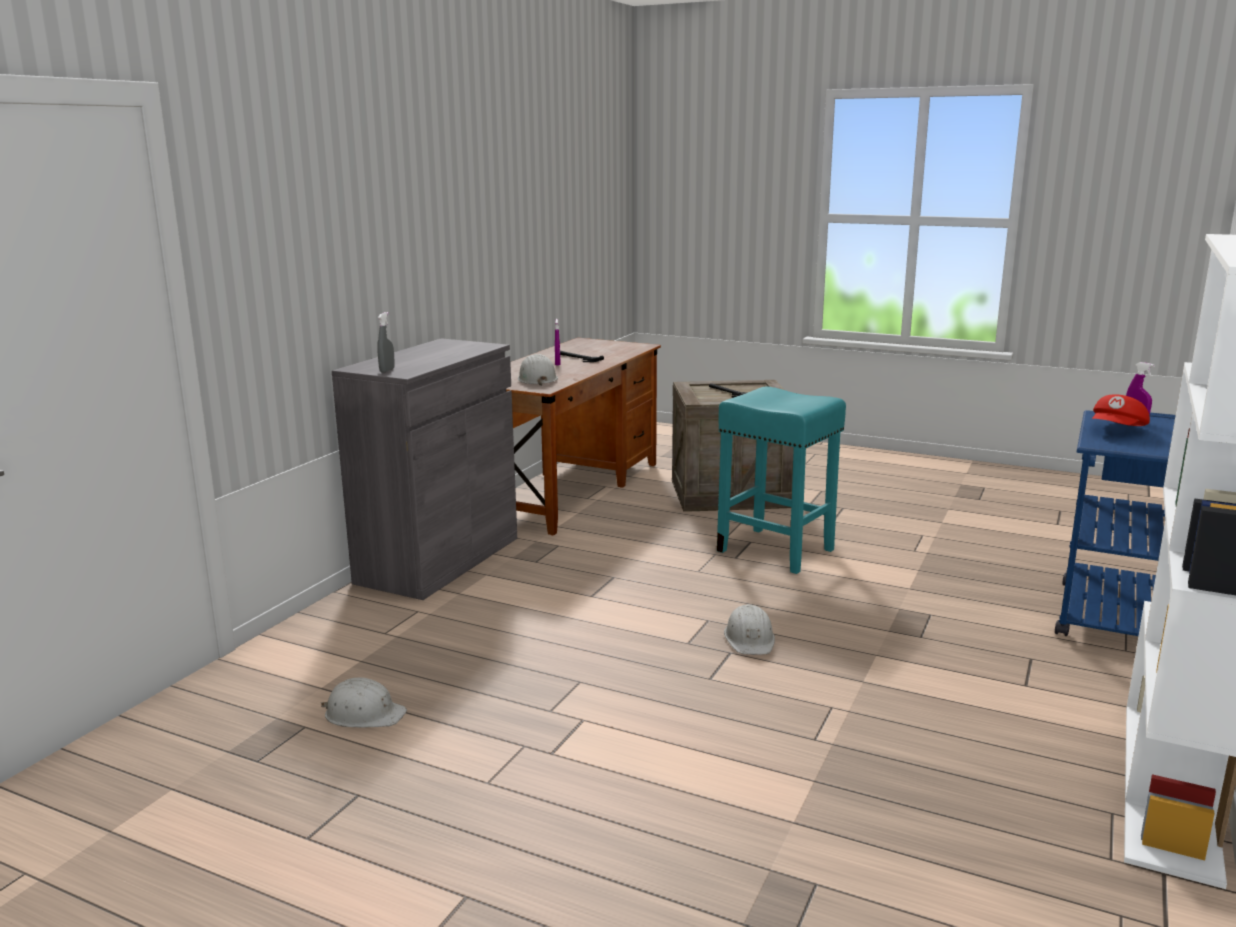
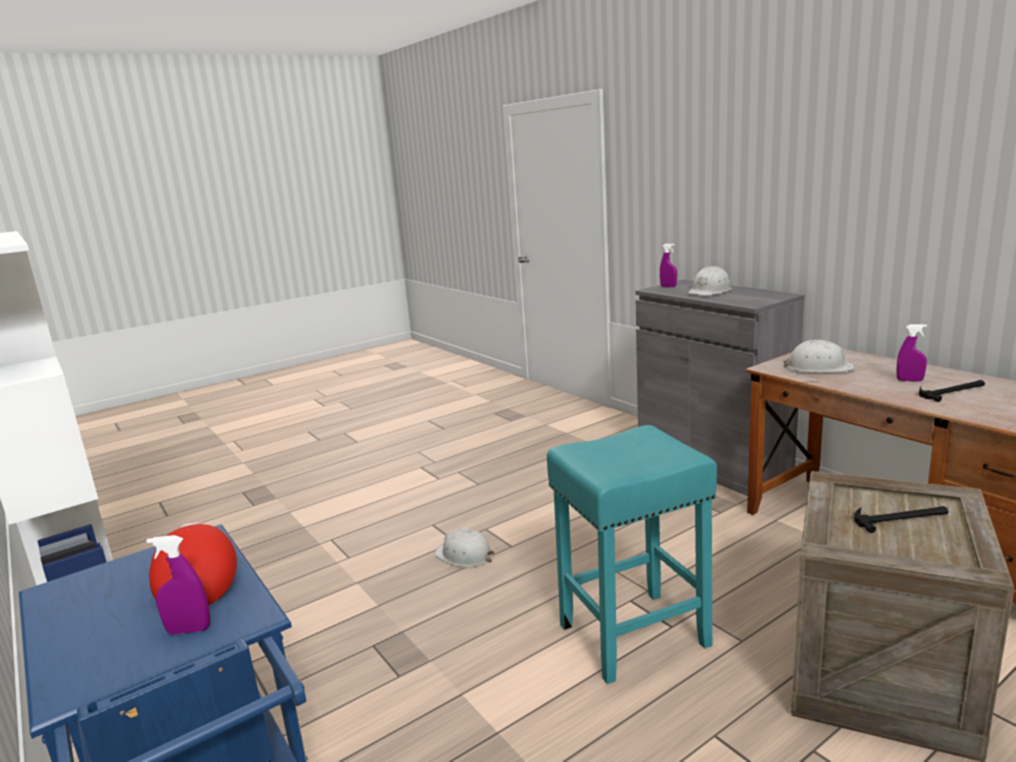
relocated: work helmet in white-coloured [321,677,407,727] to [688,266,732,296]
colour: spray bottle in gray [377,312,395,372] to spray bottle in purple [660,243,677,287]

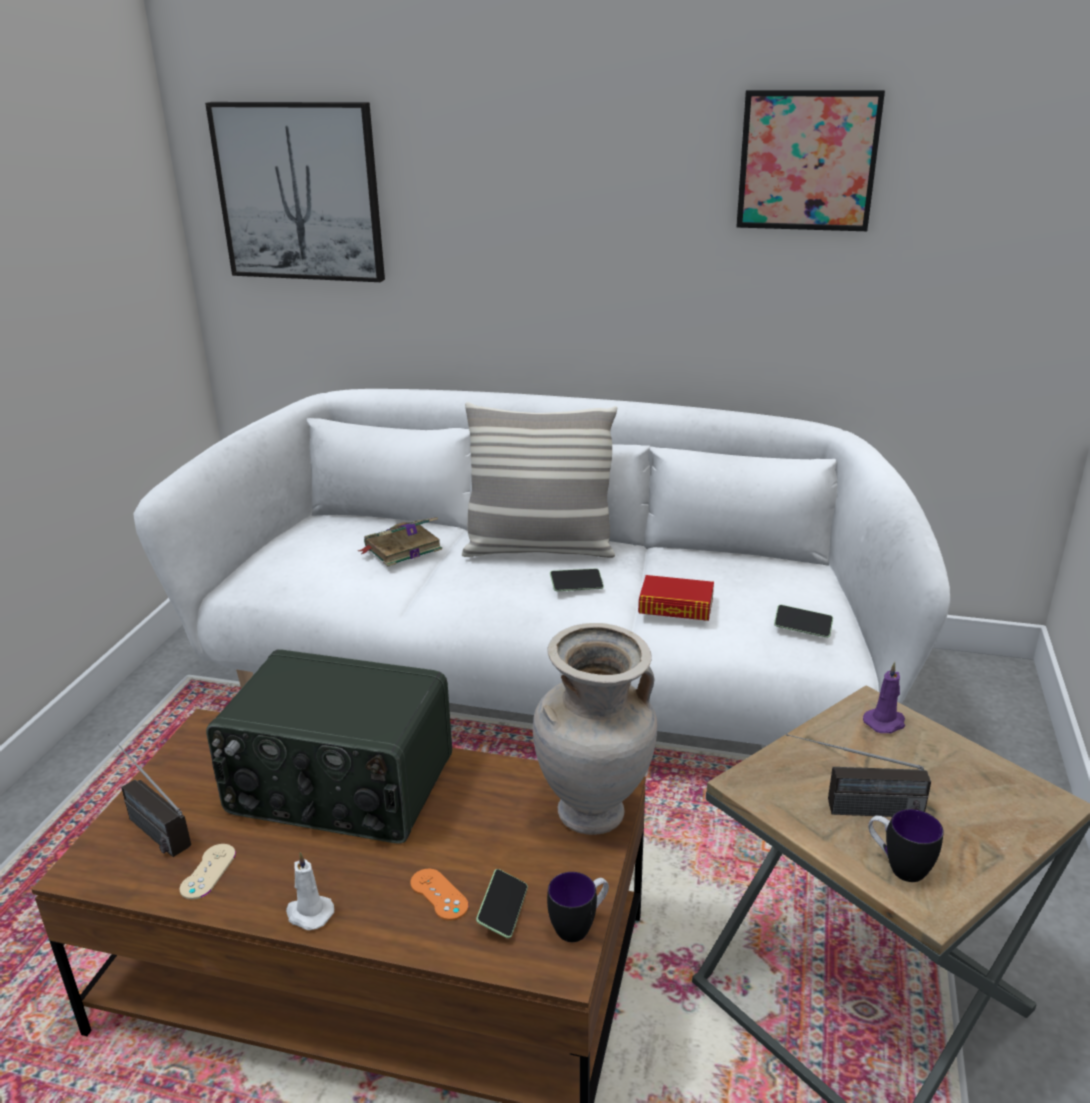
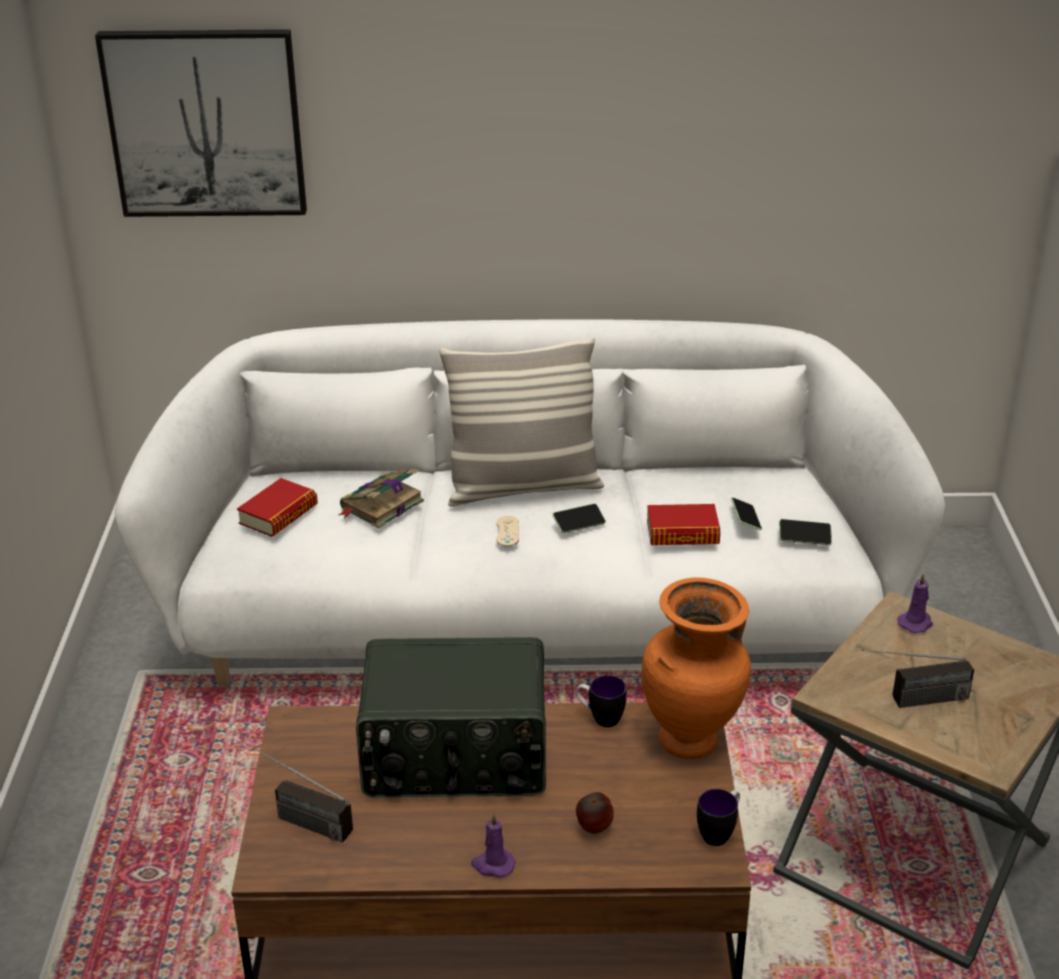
missing: wall art [736,90,885,231]
appeared: volume [237,478,318,537]
relocated: gamepad in sand-coloured [179,844,236,900] to [496,516,519,546]; phone [476,869,528,938] to [731,498,762,530]; tea mug [868,809,944,882] to [576,675,626,727]
exchanged: gamepad in orange [410,869,469,921] to apple fruit [576,792,614,834]
colour: candle in white-coloured [286,852,334,930] to candle in purple [471,813,516,878]; flower vase in sand-coloured [533,623,657,835] to flower vase in orange [642,577,751,759]

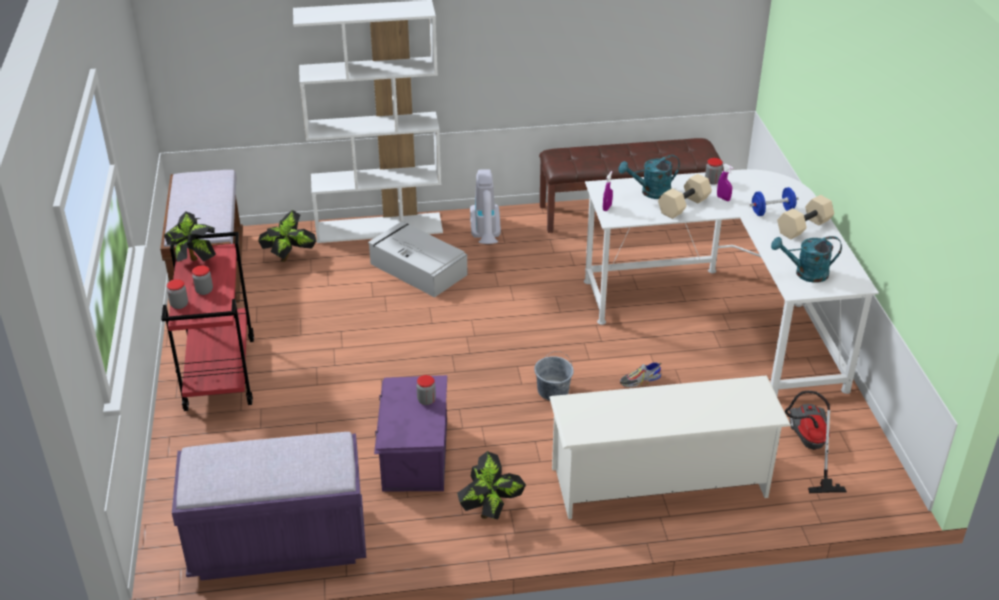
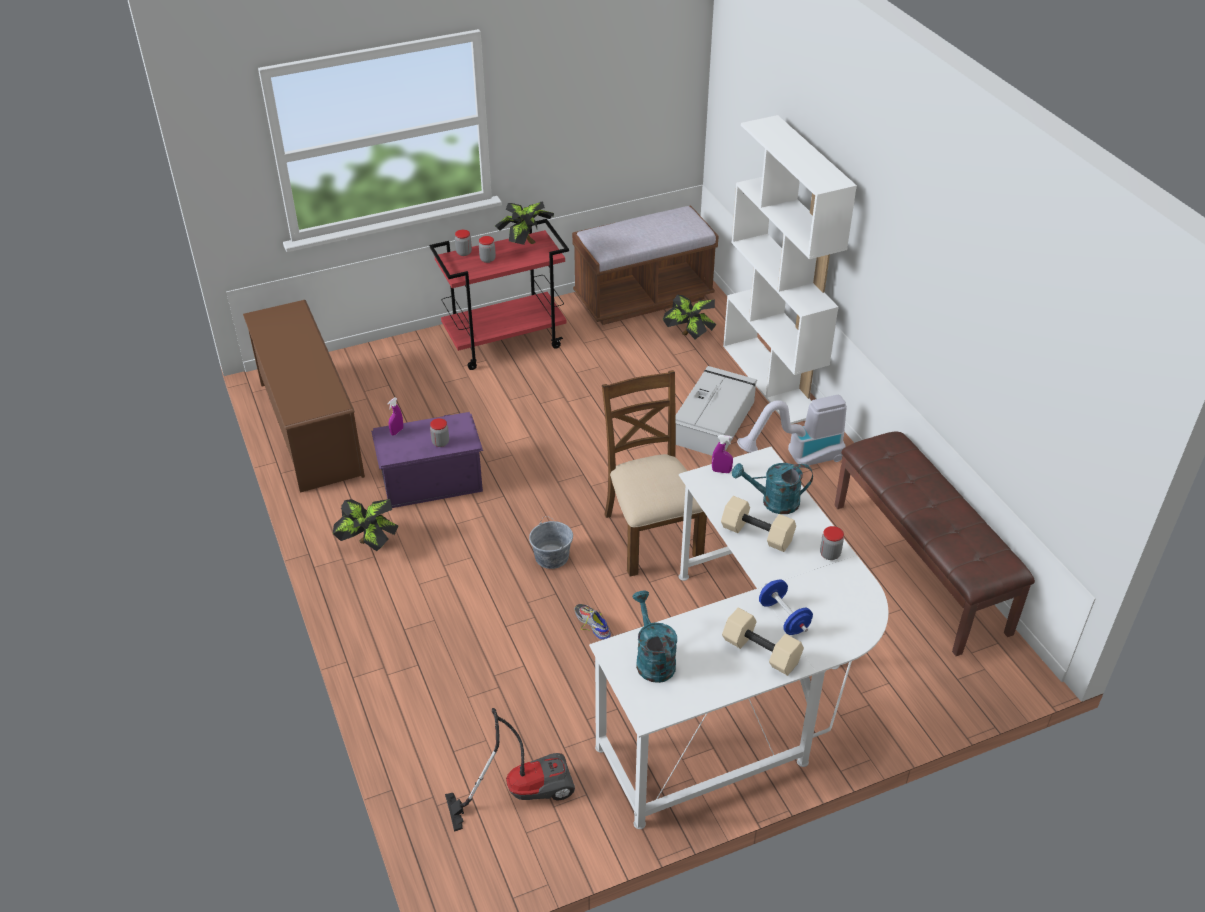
missing: shoe rack in white-coloured [549,376,791,519]
appeared: plain chair in brown-coloured [602,370,707,577]
relocated: spray bottle in purple [717,164,733,201] to [387,398,403,436]
exchanged: indoor bench in purple [172,432,366,581] to shoe rack in brown-coloured [243,300,365,493]
spun: watering can in turquoise-coloured [618,155,680,199] = [732,463,813,514] 60 degrees counterclockwise

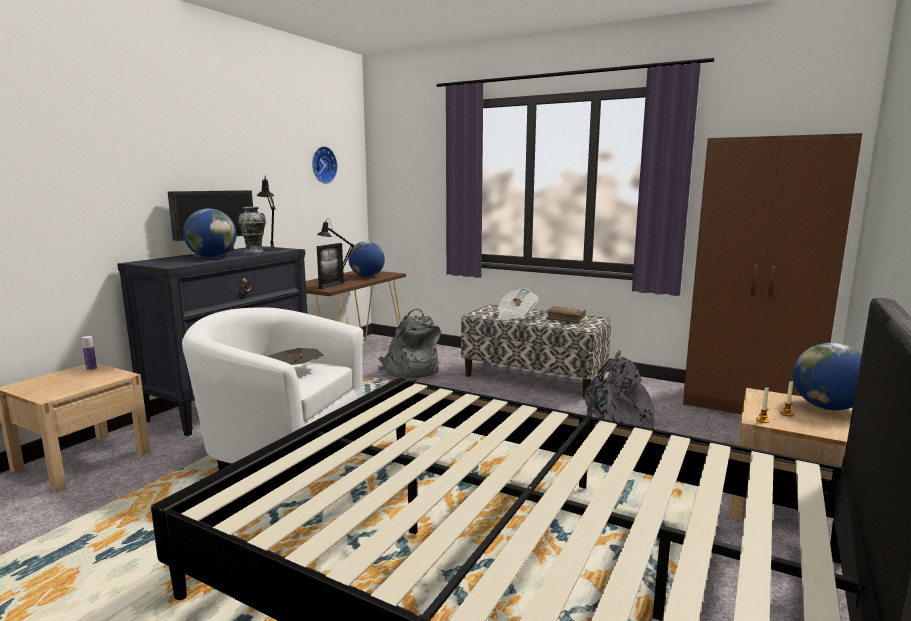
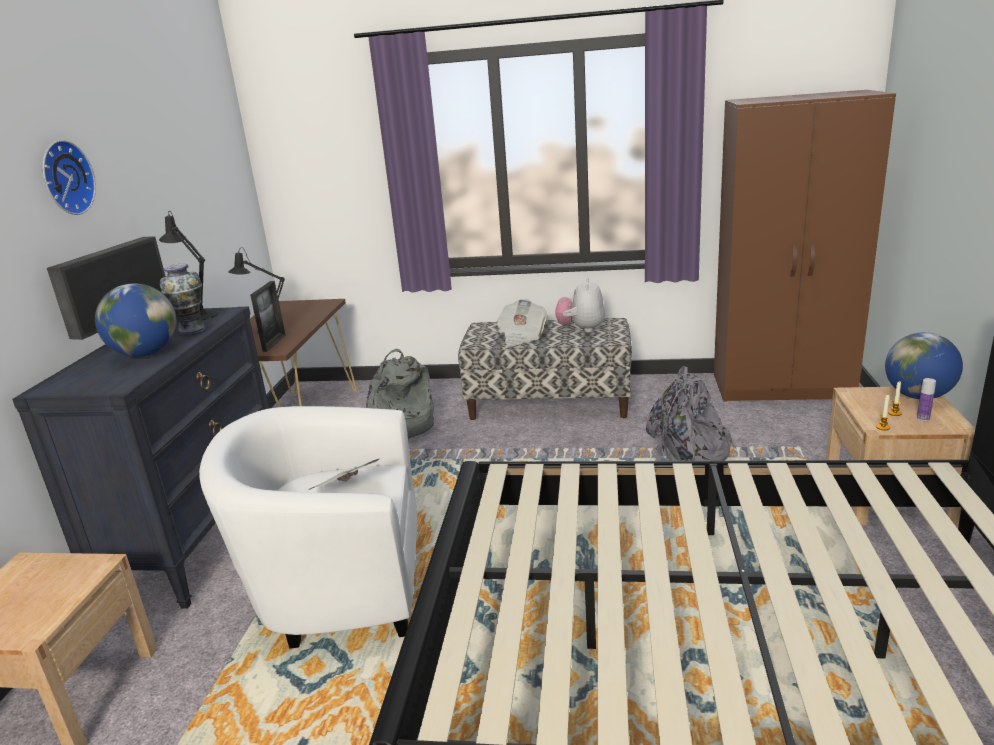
missing: desk globe [349,241,385,277]
relocated: drink bottle [82,336,97,370] to [917,378,936,421]; wall clock [312,146,337,184] to [43,140,96,215]
exchanged: volume in brown-coloured [546,306,586,323] to soft toy [555,278,605,332]

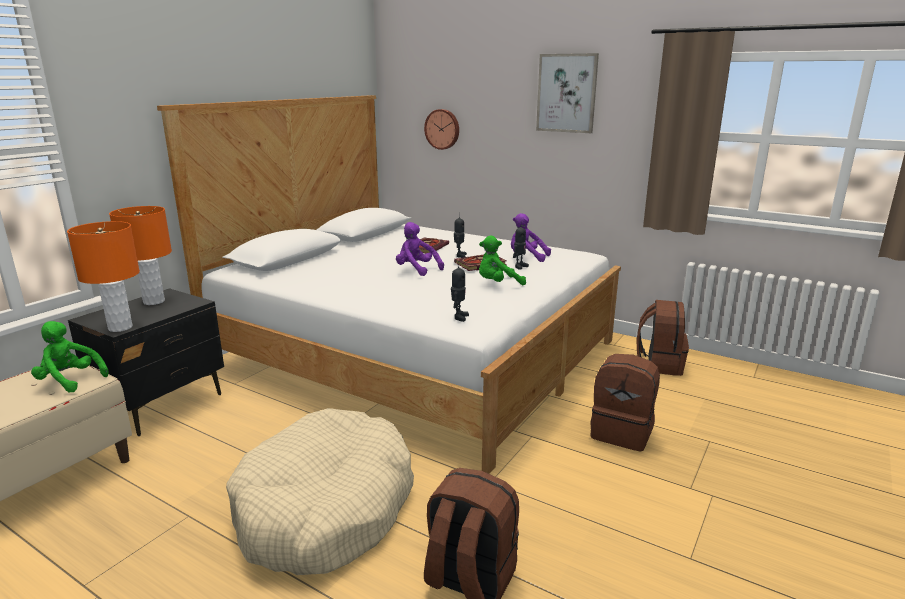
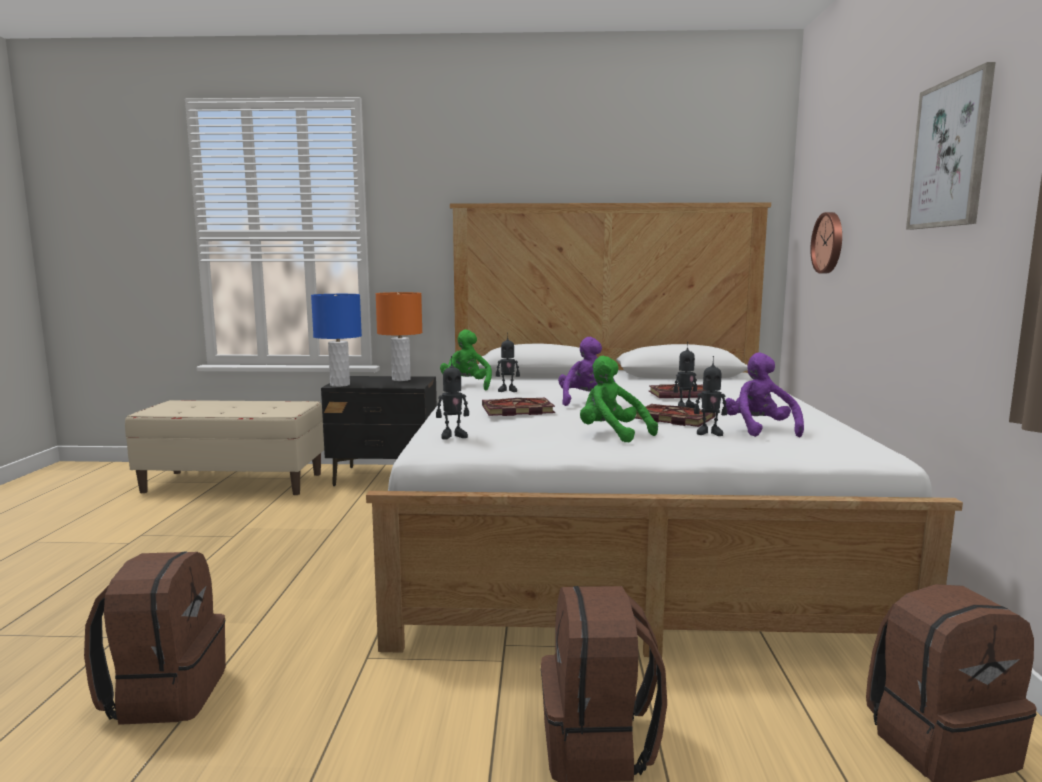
missing: dog bed in sand-coloured [226,408,414,575]
appeared: volume [482,398,555,416]; toy robot [496,332,520,392]
relocated: soft toy in greenish [31,321,109,393] to [440,329,492,391]
colour: tabletop lamp in orange [67,221,140,332] to tabletop lamp in bluish [311,294,362,387]

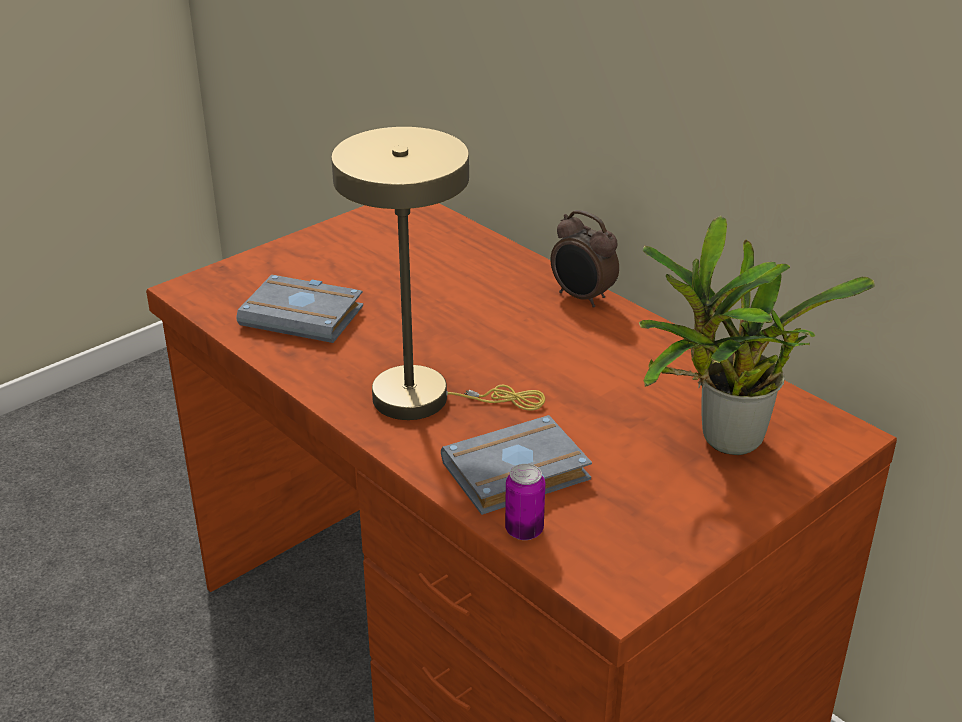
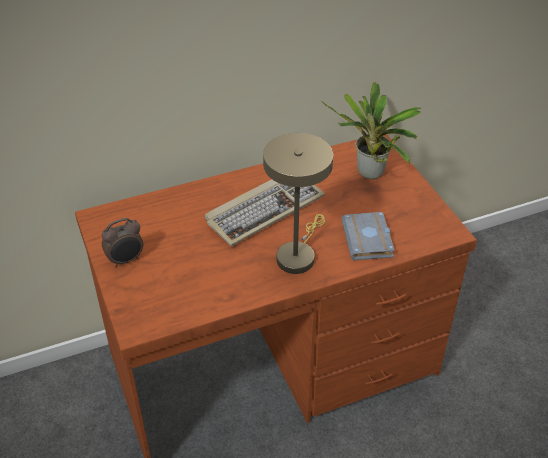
missing: volume in gray [236,275,363,343]; metal can [505,464,545,540]
appeared: computer keyboard [205,179,325,247]
relocated: alarm clock [551,210,619,308] to [102,218,143,267]

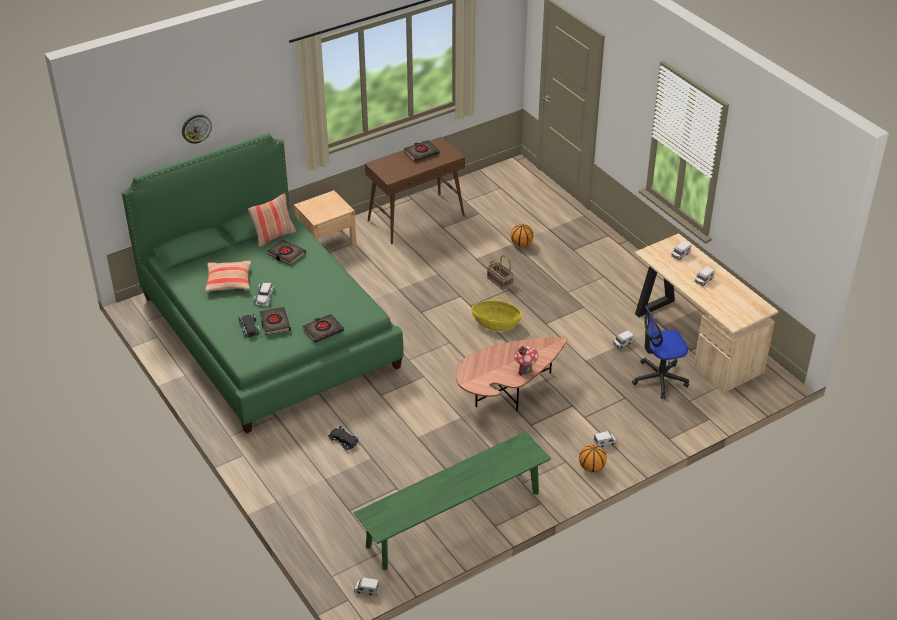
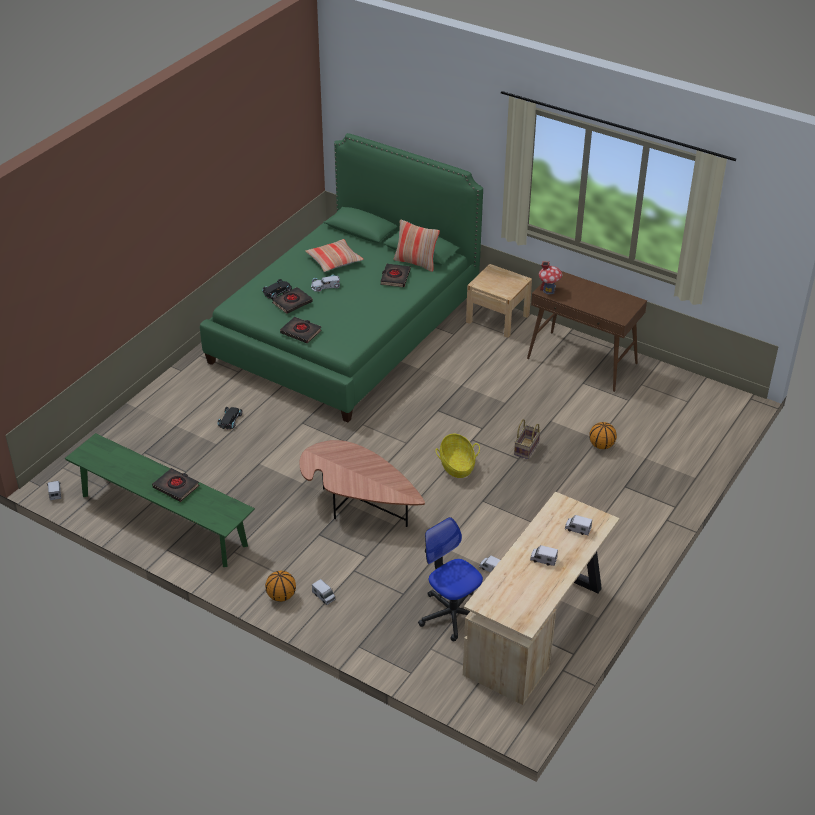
missing: wall clock [182,114,212,144]
relocated: volume in black-coloured [404,140,439,162] to [152,468,199,502]; miniature house [514,346,538,376] to [539,261,563,294]

